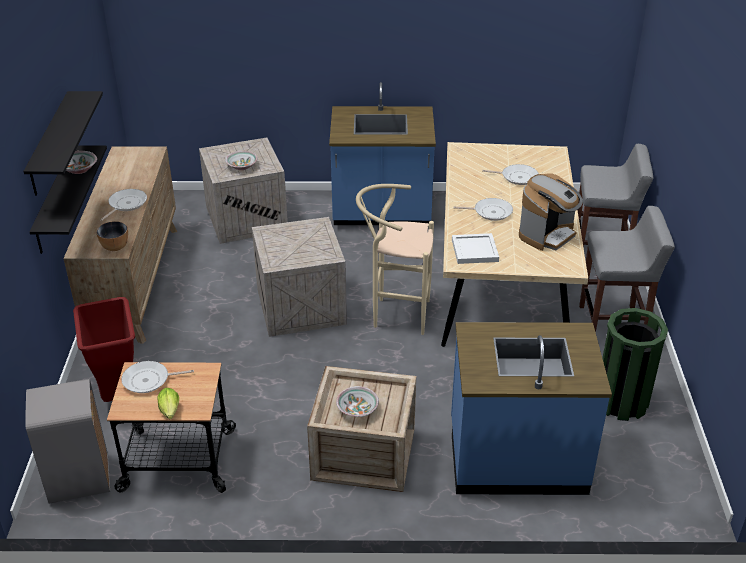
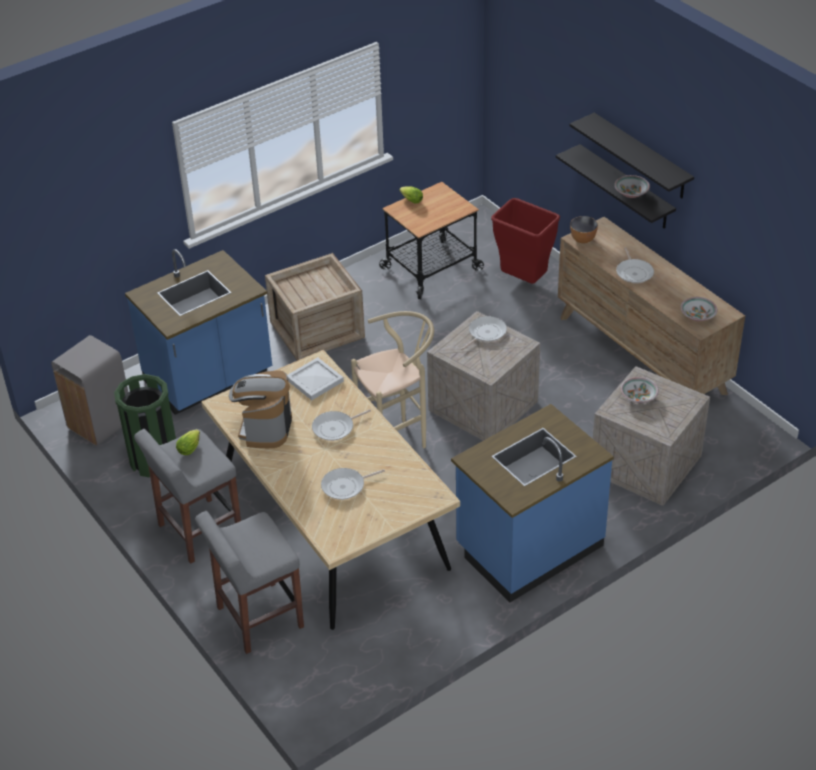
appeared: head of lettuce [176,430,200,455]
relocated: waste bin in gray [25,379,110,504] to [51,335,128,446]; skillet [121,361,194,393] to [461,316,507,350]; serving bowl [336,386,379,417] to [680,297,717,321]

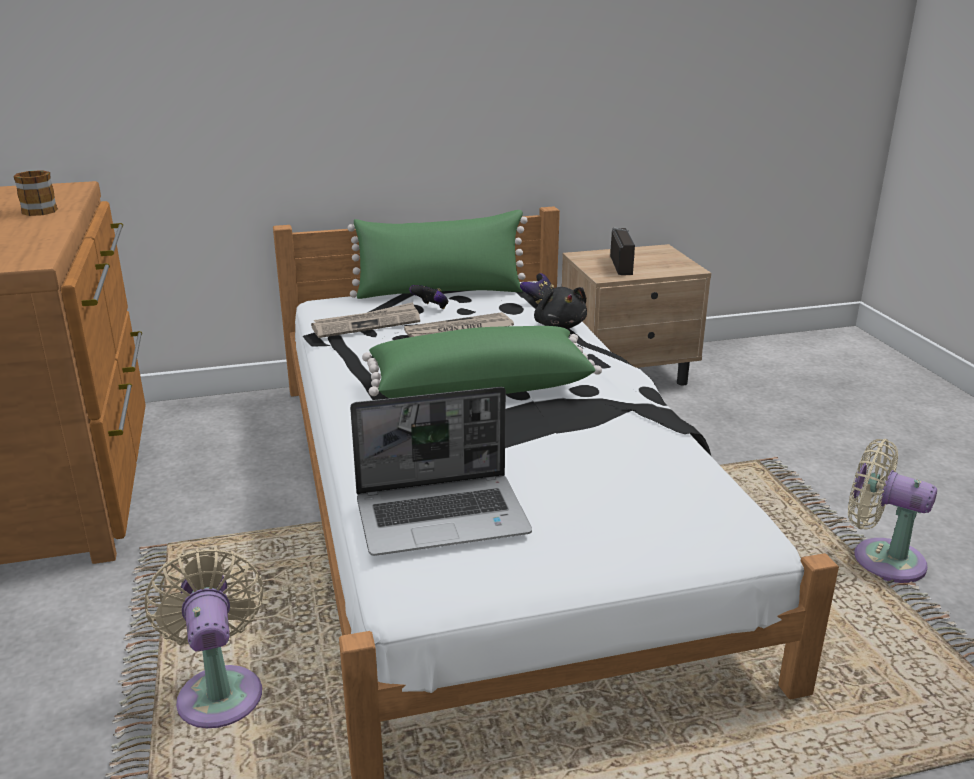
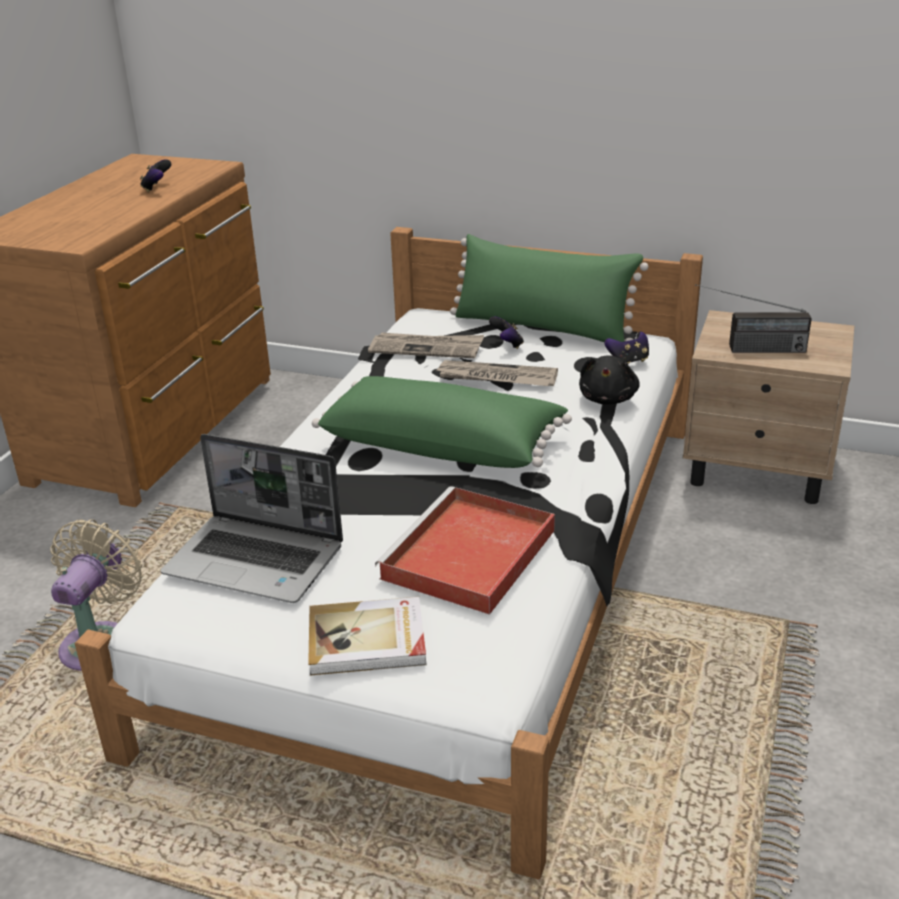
missing: cooling fan in sand-coloured [848,439,937,583]
appeared: volume [308,597,427,676]; tray in red [375,486,555,615]
exchanged: tea mug [13,170,58,216] to gamepad [140,159,171,192]
spun: radio set [610,227,635,275] = [695,284,812,353] 60 degrees clockwise

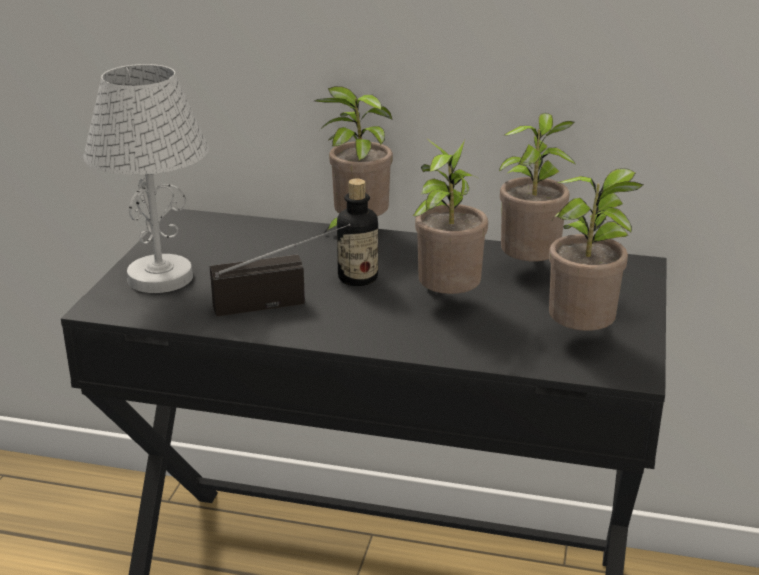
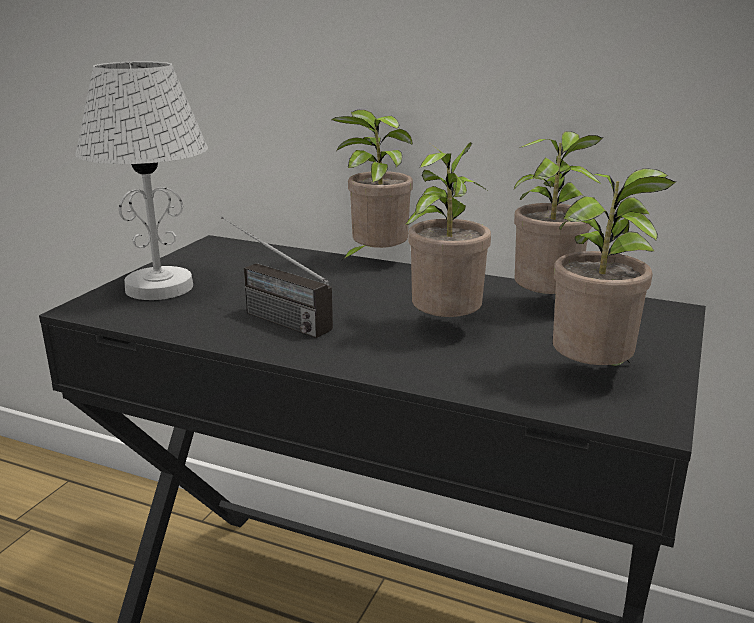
missing: drink bottle [337,179,378,286]
spun: radio set [210,224,350,316] = [221,217,333,338] 135 degrees counterclockwise

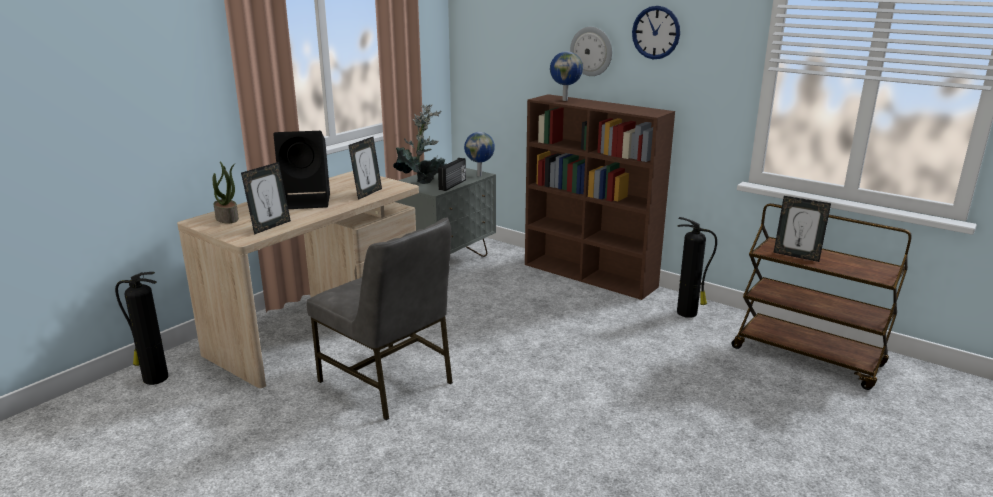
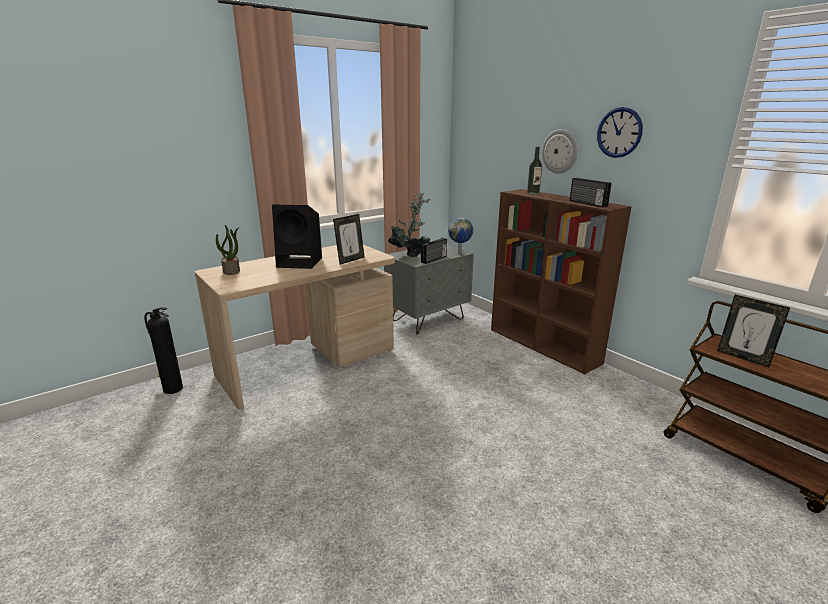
missing: standing frame [241,162,291,235]; plain chair in gray [307,217,453,420]; fire-fighting cylinder [677,217,717,318]
appeared: radio set [570,178,612,208]
exchanged: desk globe [550,51,583,101] to drink bottle [527,147,542,195]

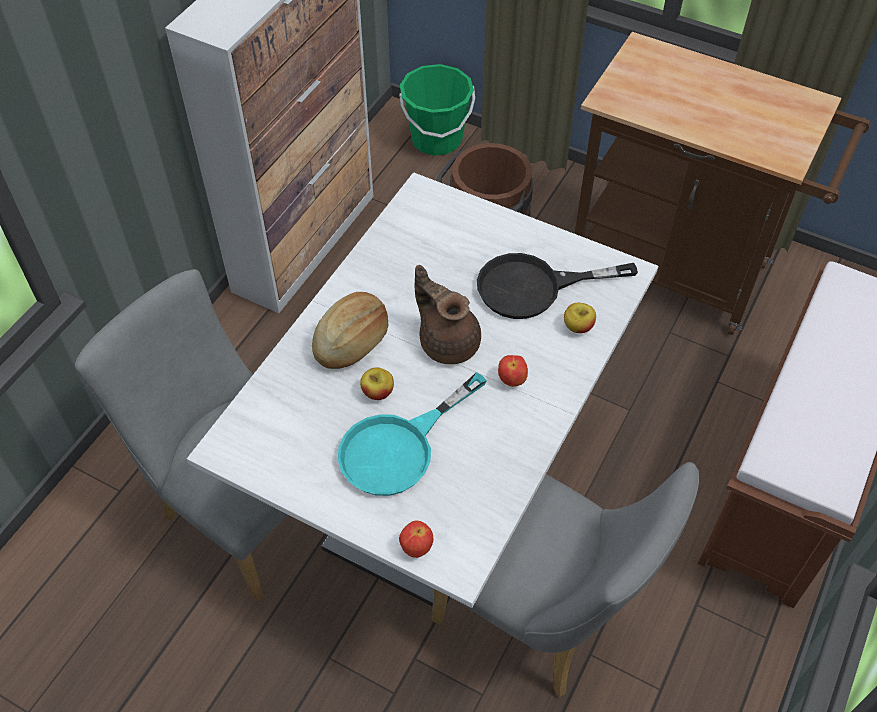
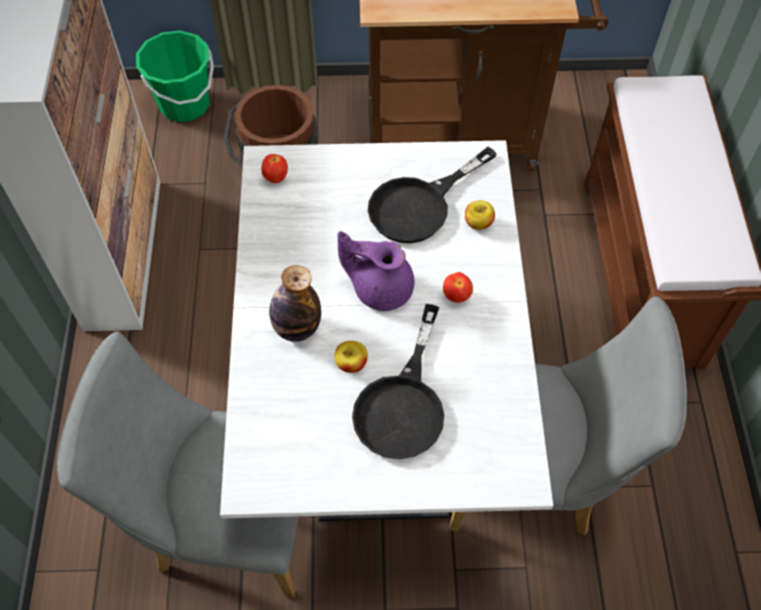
relocated: apple fruit [399,521,434,558] to [261,154,288,183]
exchanged: baked bread [312,292,388,369] to drink bottle [269,265,321,342]
colour: skillet in turquoise-coloured [337,372,487,496] to skillet in black-coloured [352,304,444,459]; teapot in brown-coloured [415,265,481,364] to teapot in purple [337,231,415,311]

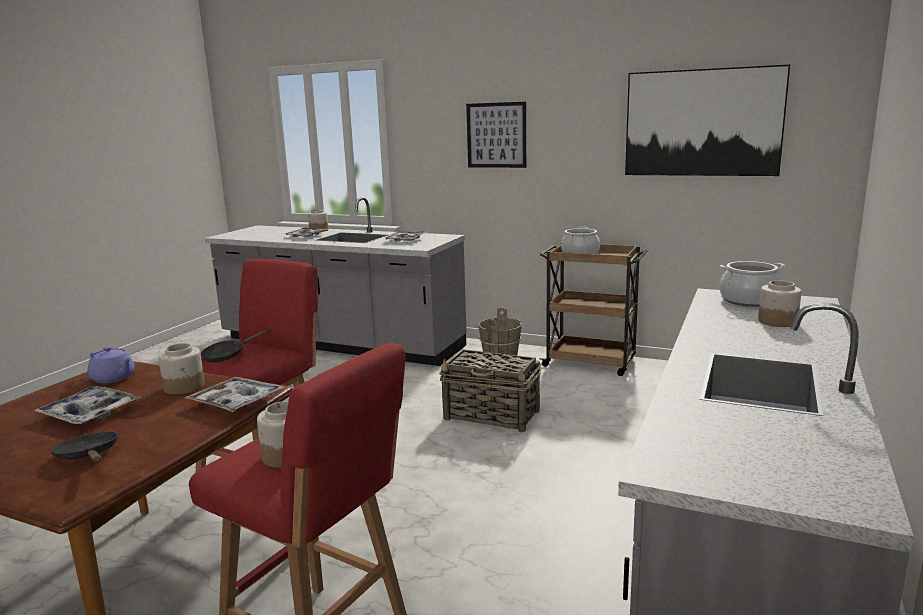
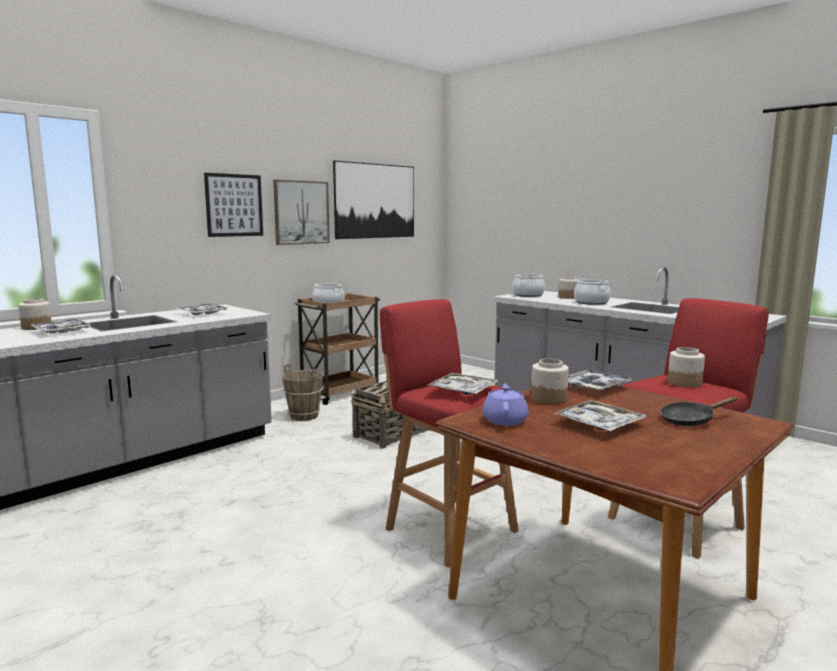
appeared: wall art [273,180,330,245]; cooking pot [574,278,611,305]
exchanged: skillet in black-coloured [201,329,269,363] to tray [427,373,498,395]
spun: teapot in purple [87,346,135,383] = [482,383,529,426] 45 degrees counterclockwise

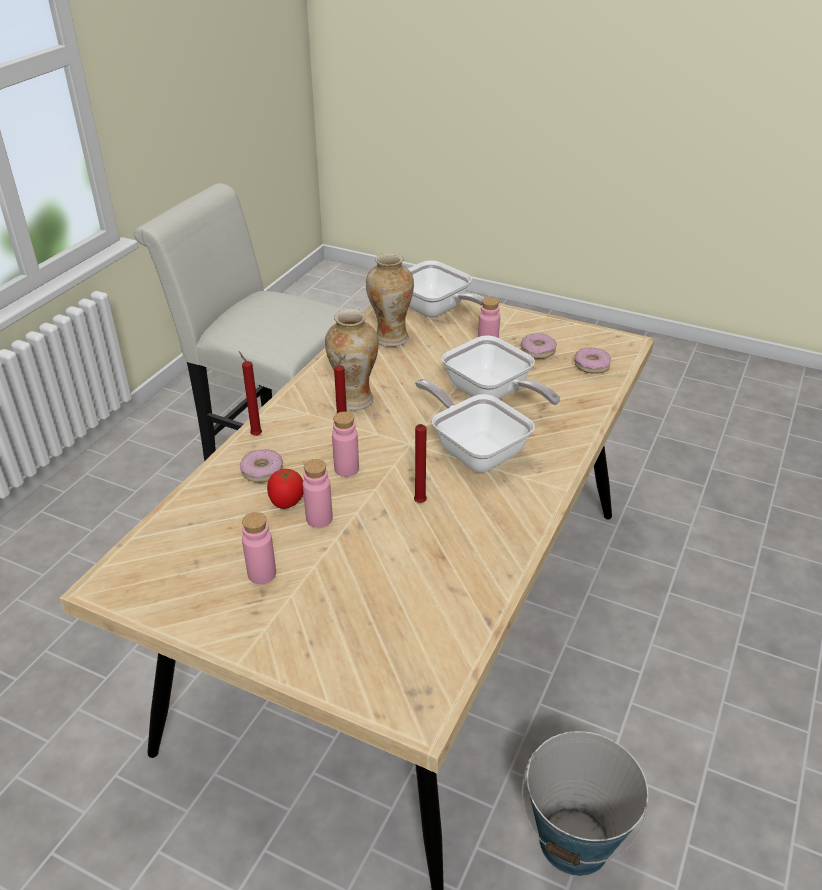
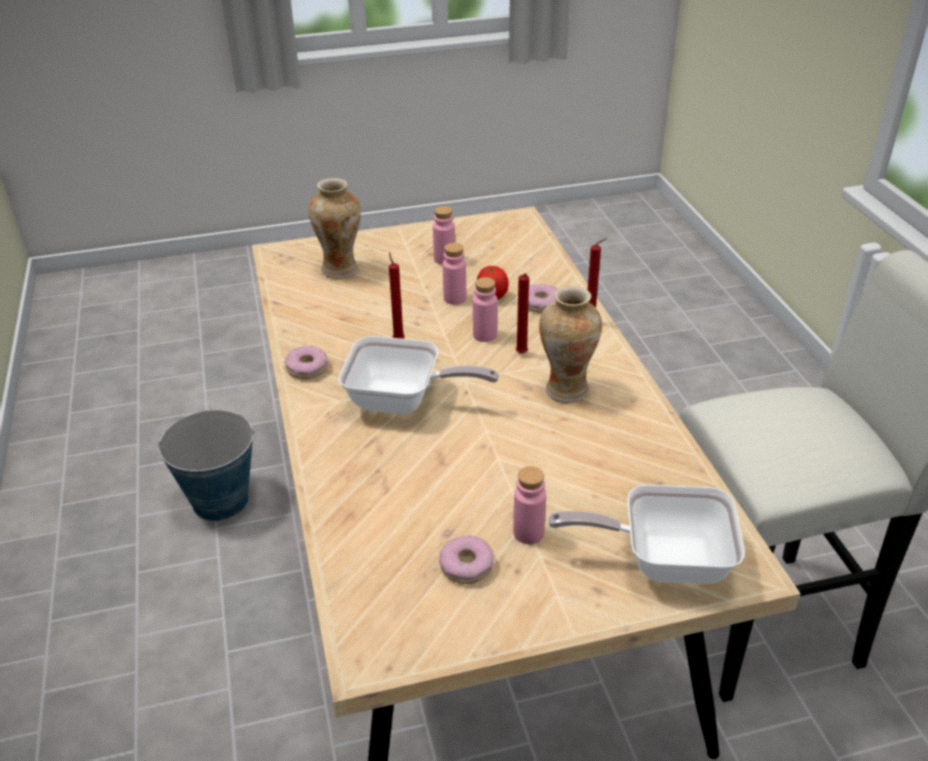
missing: skillet [442,335,561,405]
relocated: flower vase [366,252,414,347] to [309,178,361,279]; donut [574,347,611,374] to [285,346,328,379]

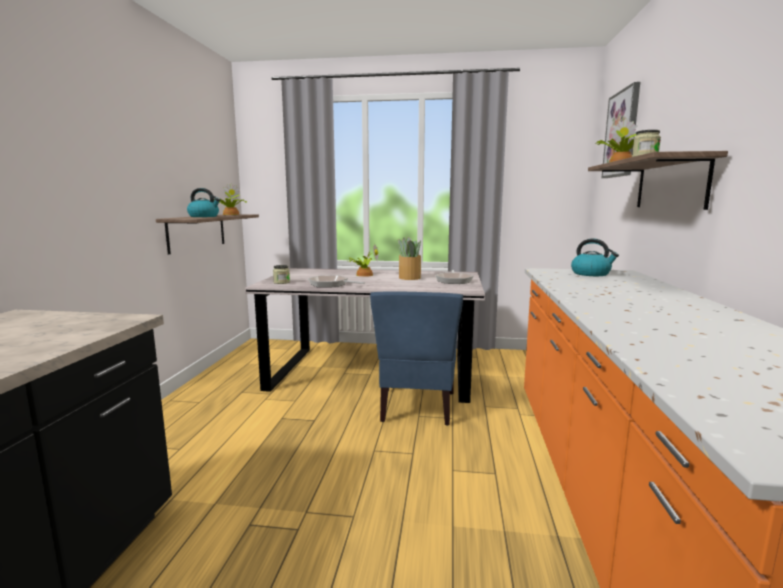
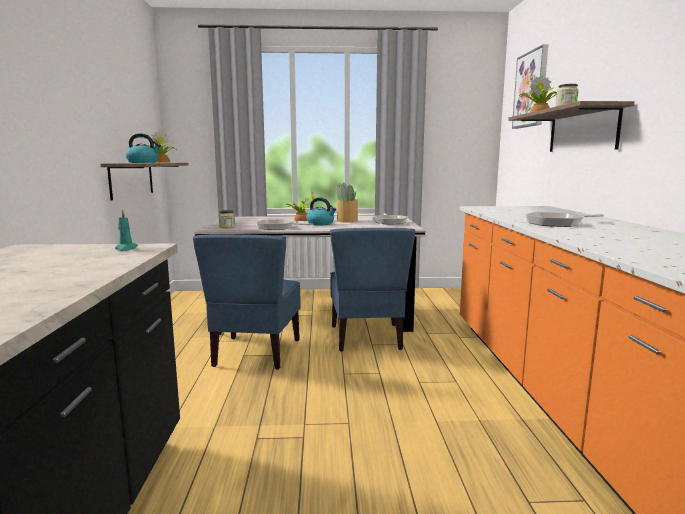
appeared: candle in turquoise-coloured [115,209,138,251]; plain chair in bluish [193,234,300,370]; skillet [525,212,604,227]
relocated: water kettle [571,239,619,276] to [306,197,336,226]

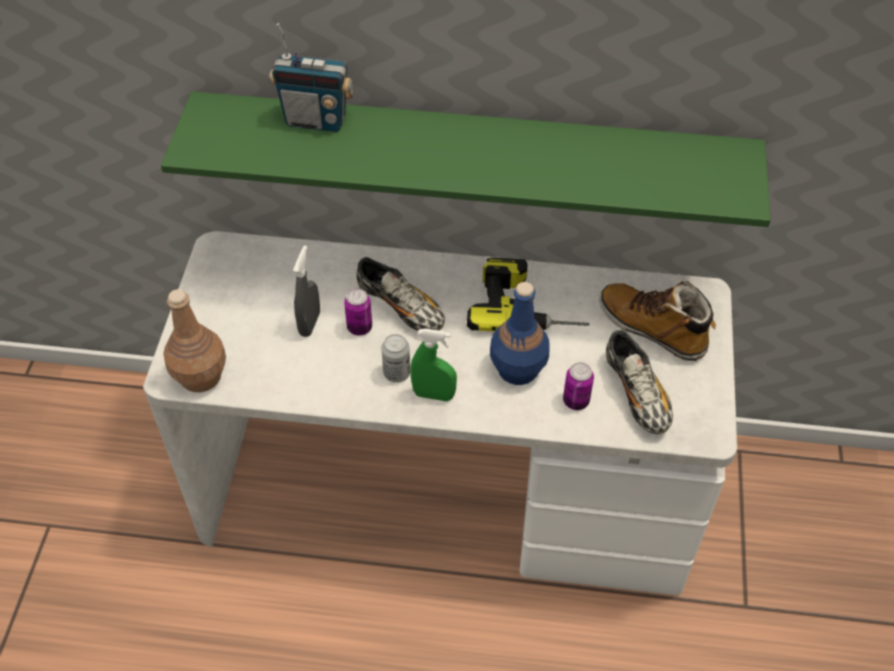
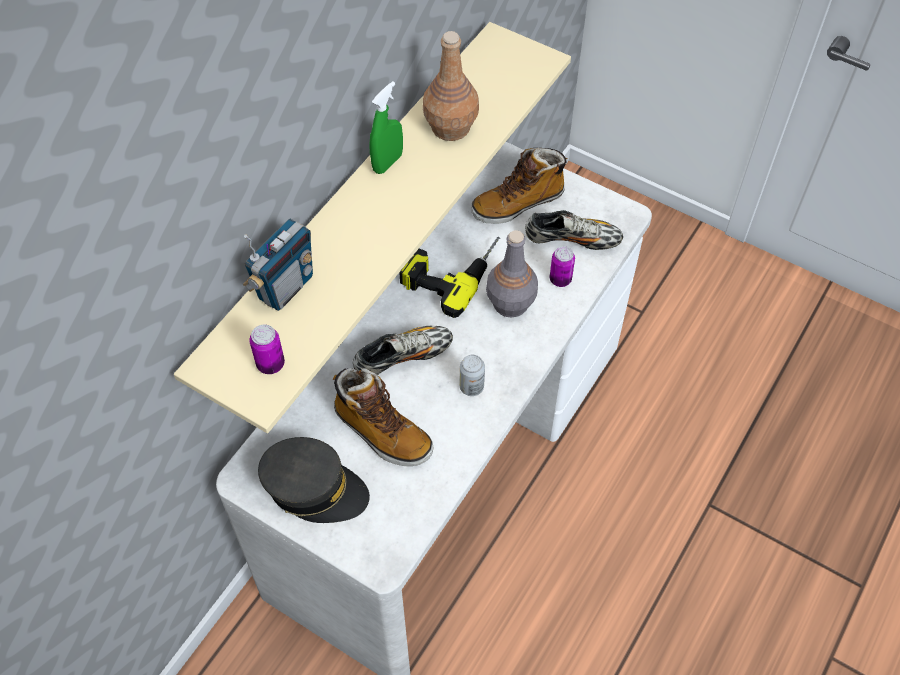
appeared: peaked cap in gray [258,437,370,523]
relocated: drink bottle in brown-coloured [163,289,226,392] to [423,31,479,141]; metal can [344,289,372,336] to [249,324,285,374]; spray bottle in greenish [410,328,457,401] to [369,81,403,174]
exchanged: spray bottle in gray [293,245,320,337] to high-top boot [333,368,434,466]
colour: wall shelf in greenish [161,91,771,227] to wall shelf in sand-coloured [174,22,571,433]; drink bottle in bluish [490,282,550,385] to drink bottle in gray [486,230,538,318]

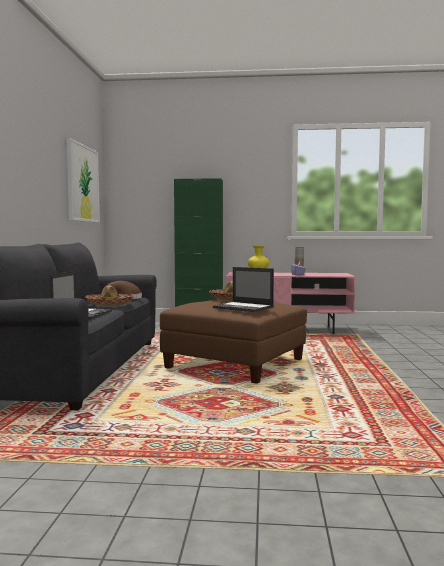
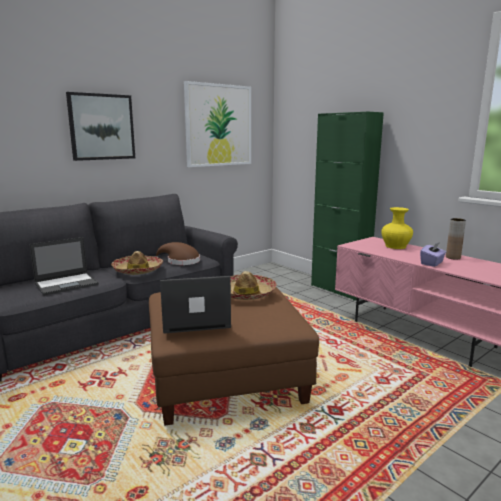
appeared: wall art [66,92,135,161]
spun: portable computer [213,267,274,312] = [160,276,231,334] 90 degrees clockwise

